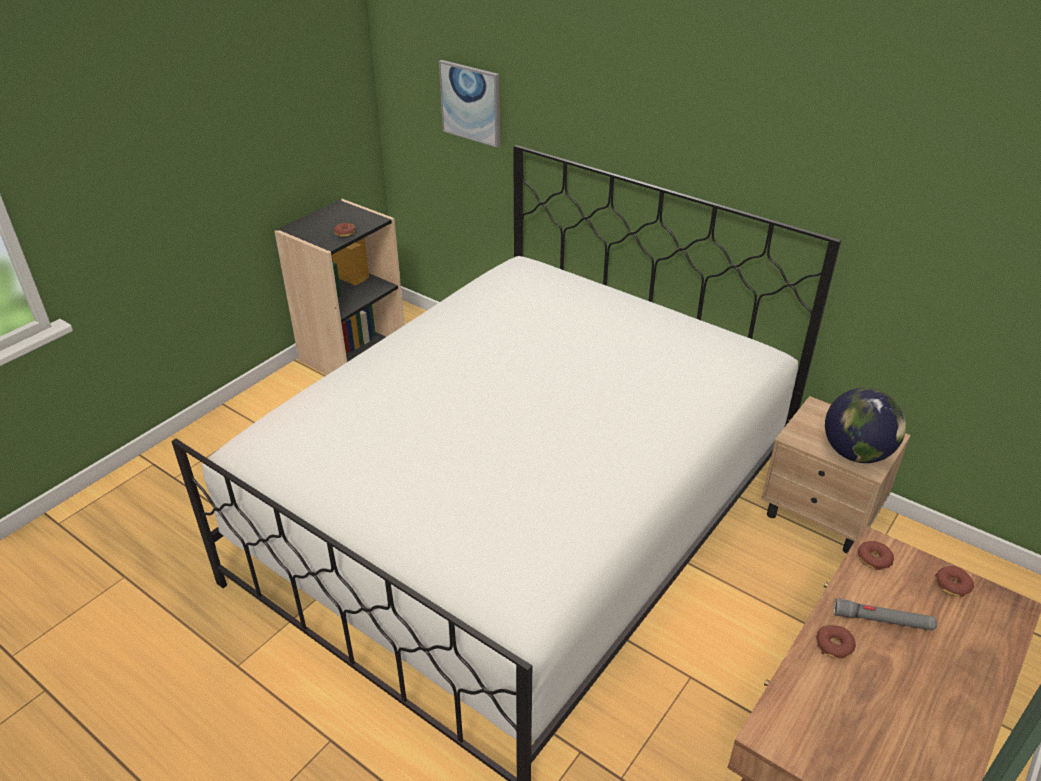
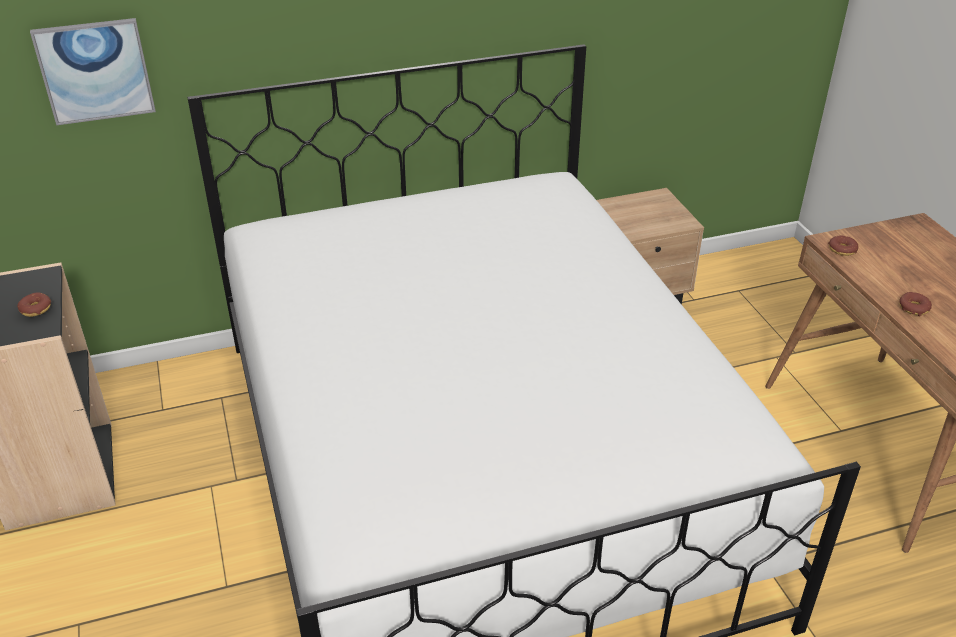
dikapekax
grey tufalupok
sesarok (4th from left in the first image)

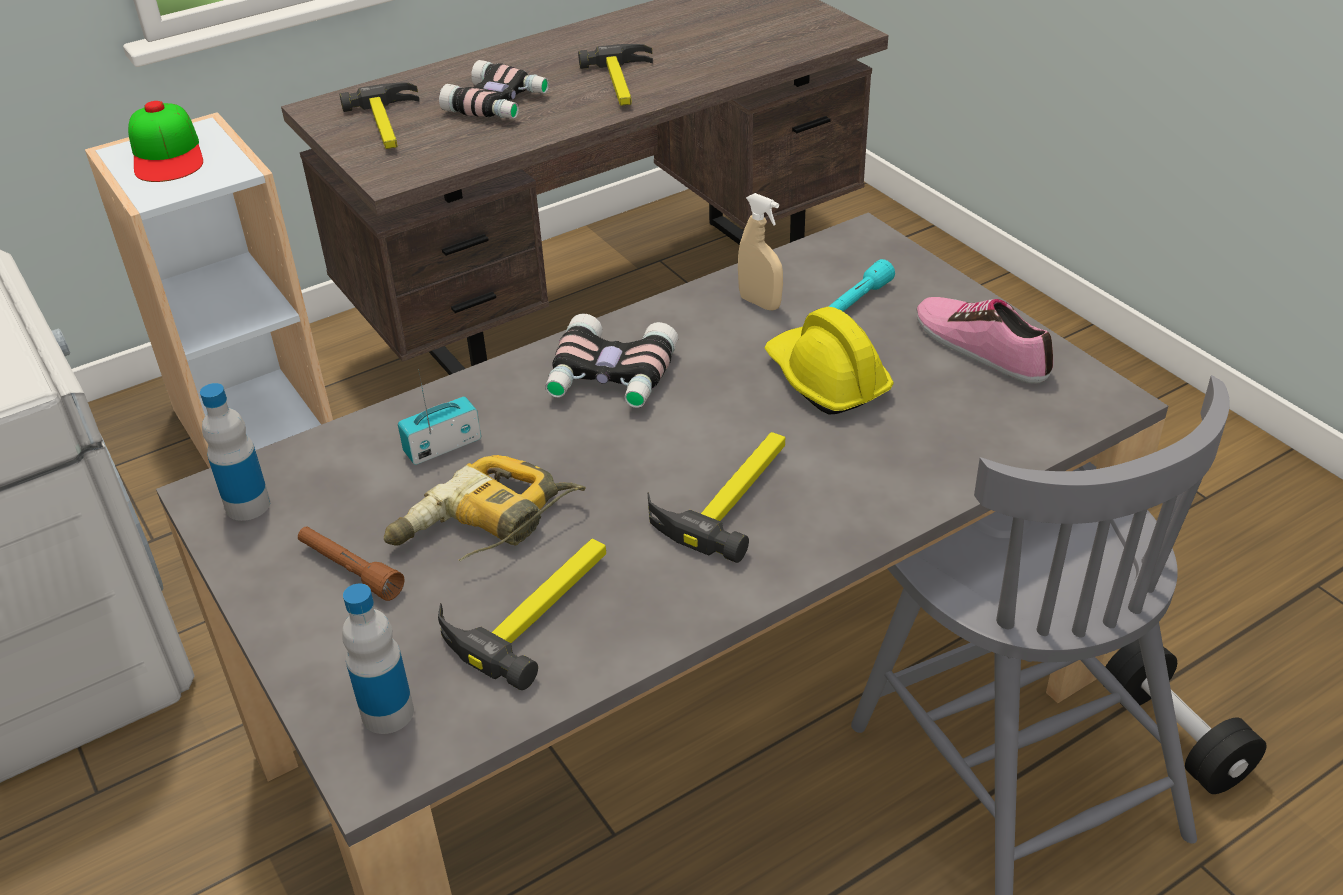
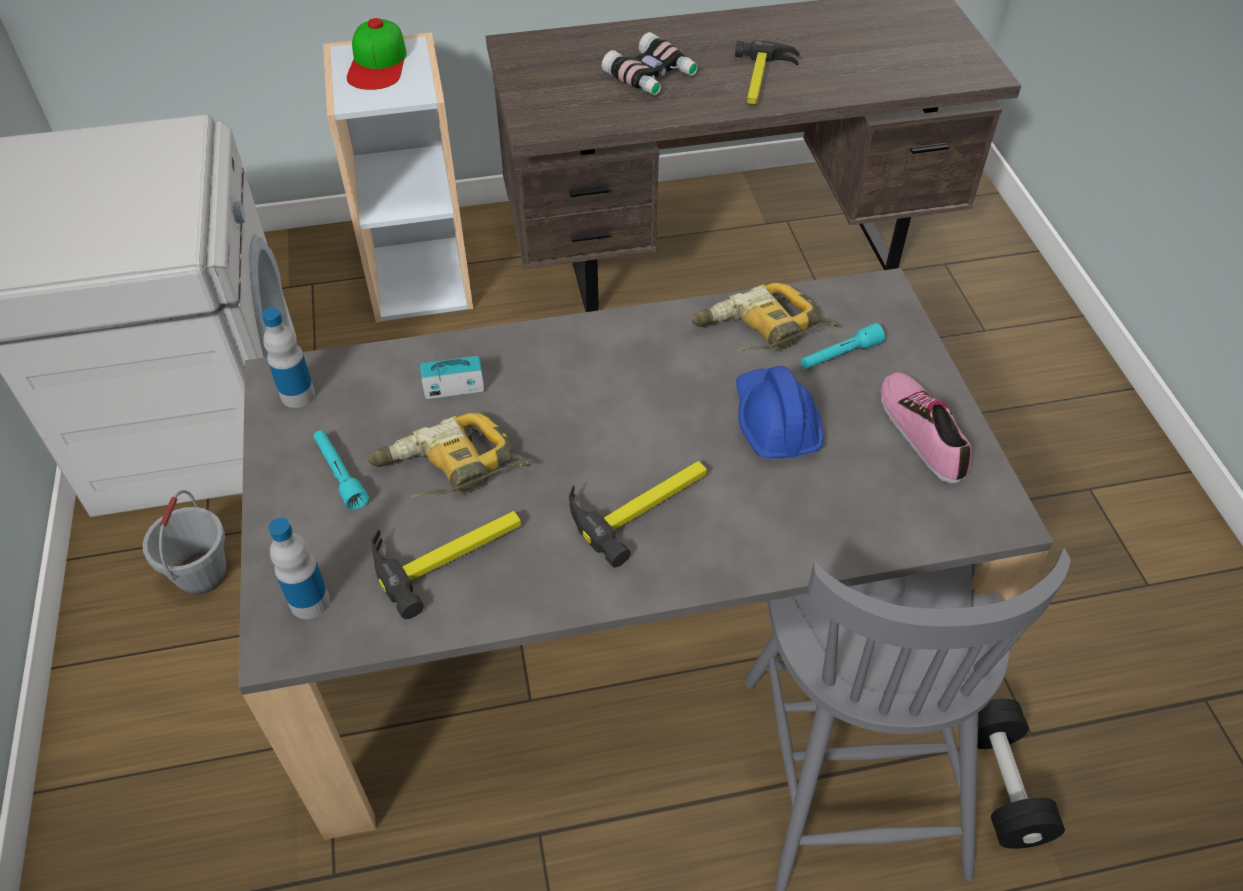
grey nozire
turquoise tufalupok (1st from left)
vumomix (2nd from left)
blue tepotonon
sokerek (1st from left in the first image)
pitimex (2nd from left in the first image)

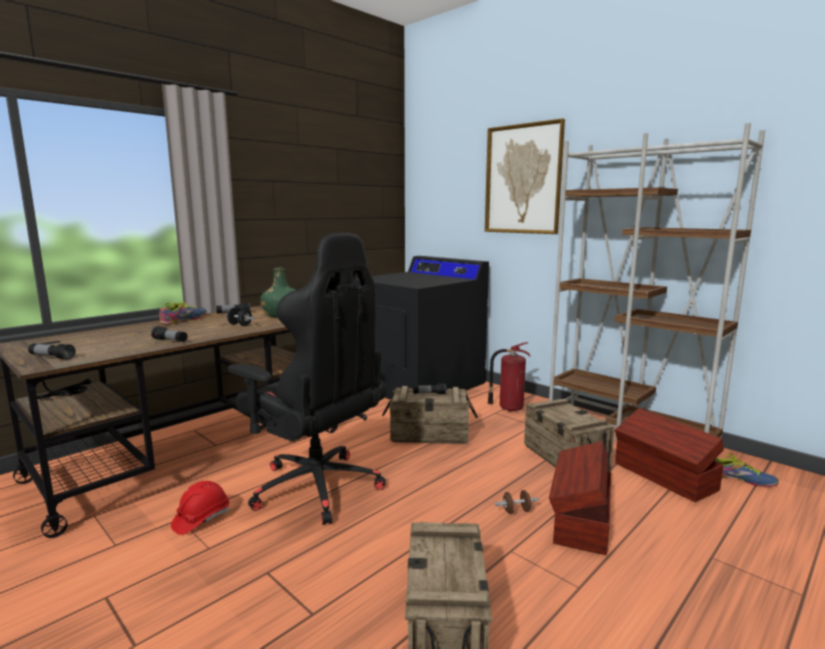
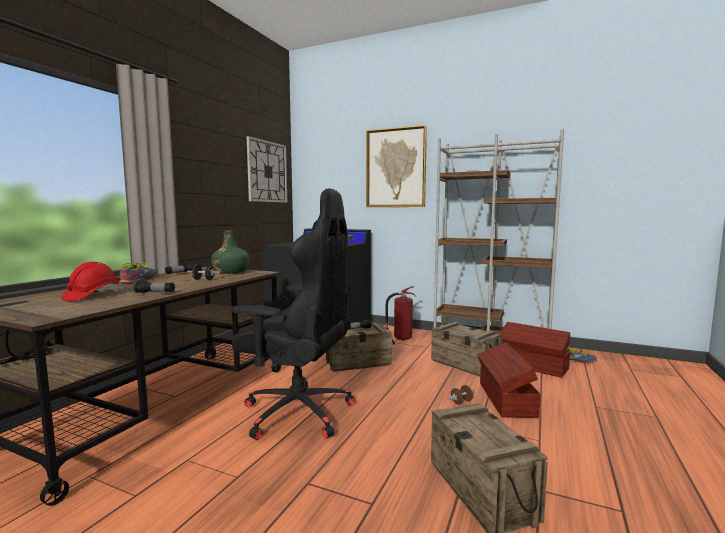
red tepotonon
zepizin
tufalupok (1st from left in the first image)

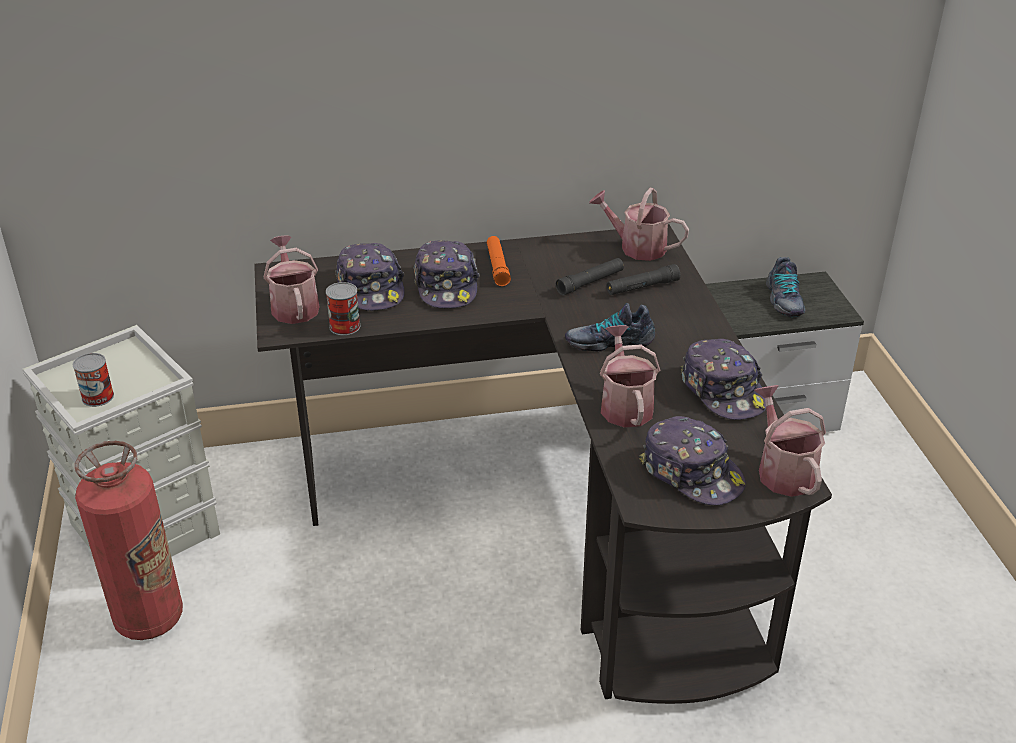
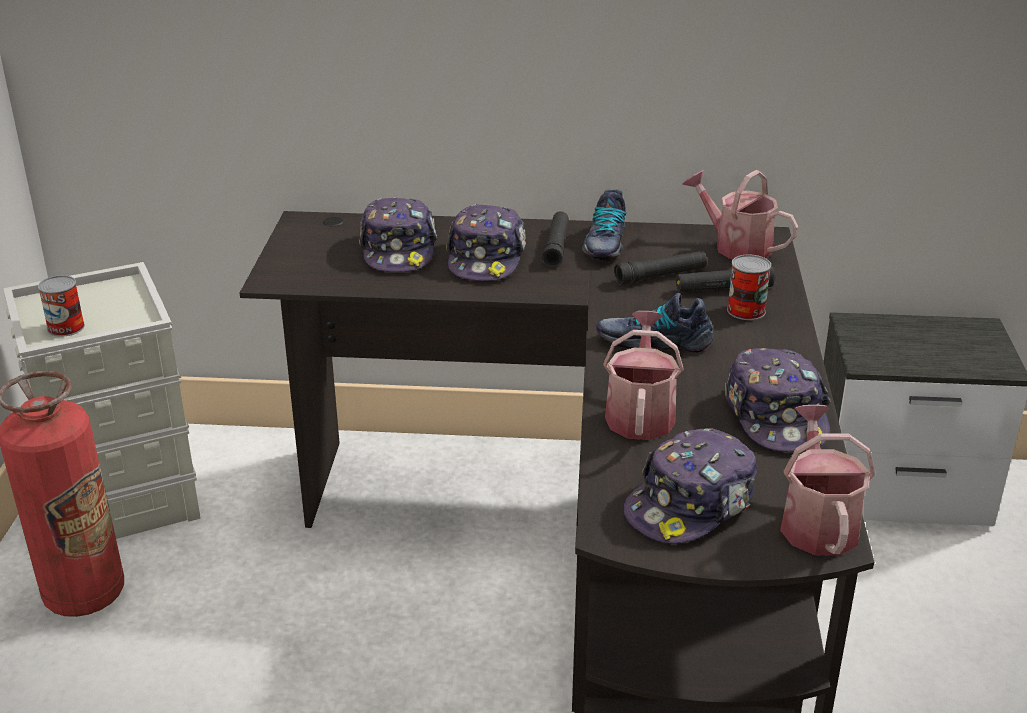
black tufalupok (1st from left)
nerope (1st from left)
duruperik (3rd from left)
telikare (2nd from left)
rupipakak (1st from left in the first image)

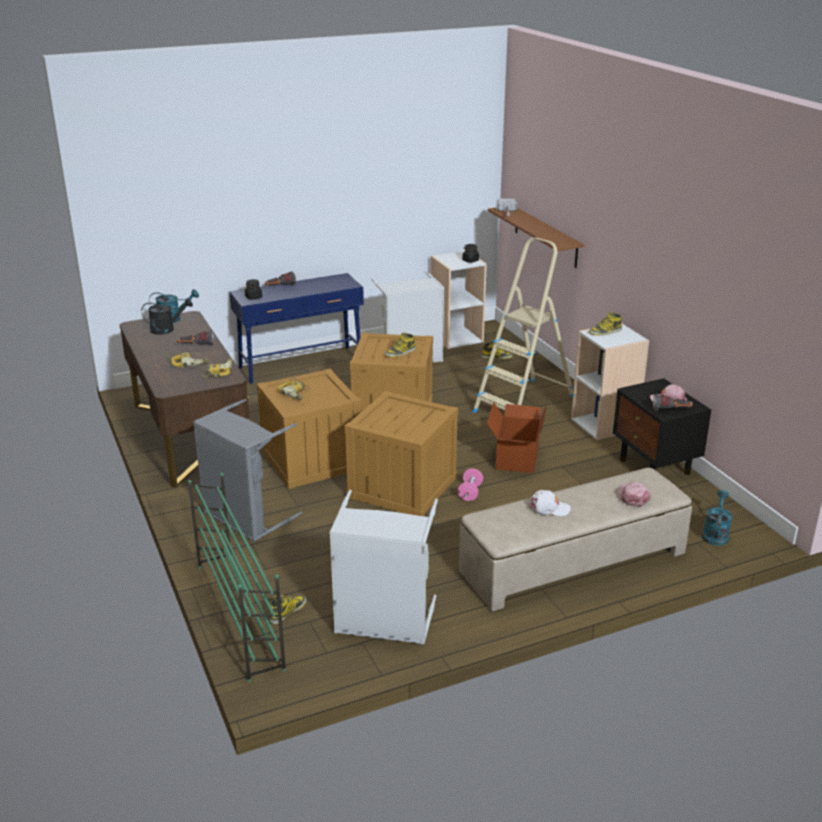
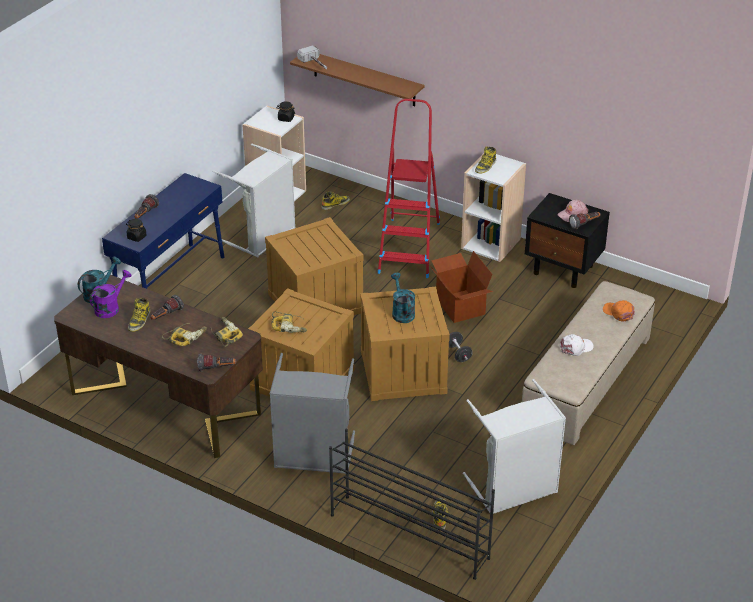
purple rupipakak
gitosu (1st from left)
tufalupok (3rd from left)
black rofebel
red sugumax
turquoise rupipakak (2nd from left)
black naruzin
orange duruperik

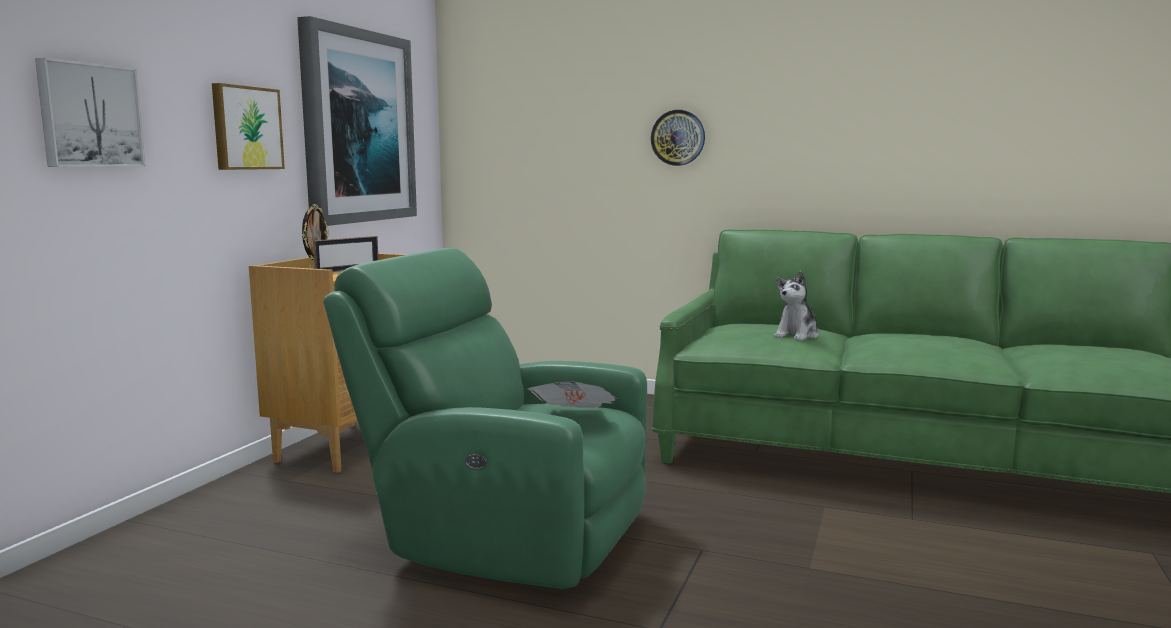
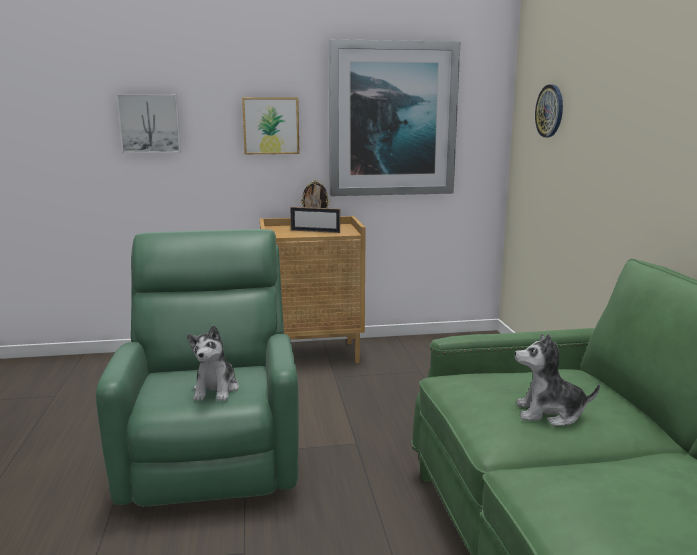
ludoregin (1st from left)
zepizin

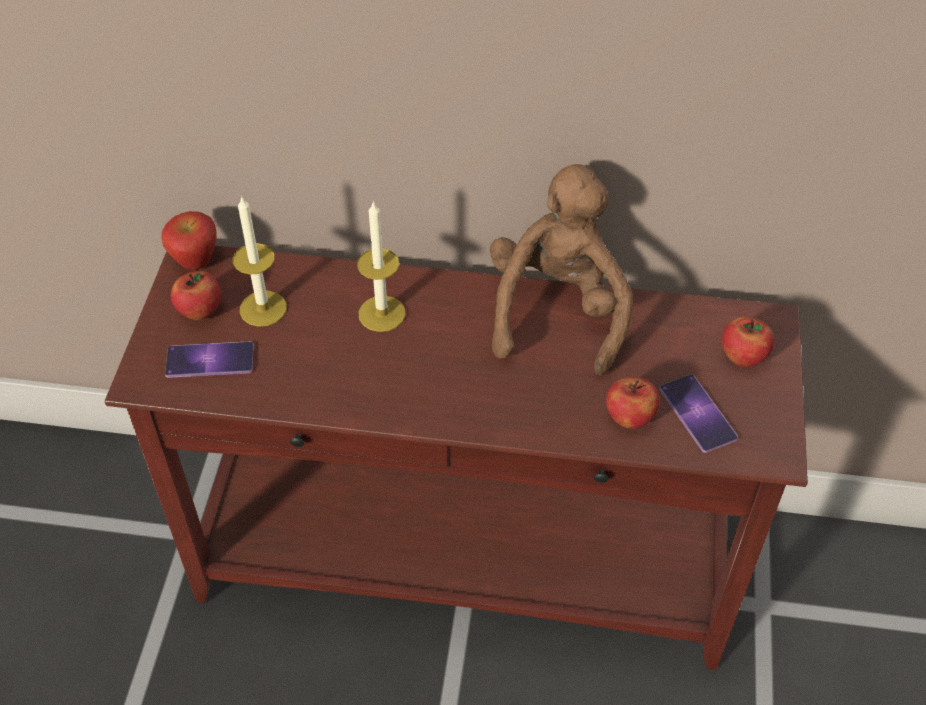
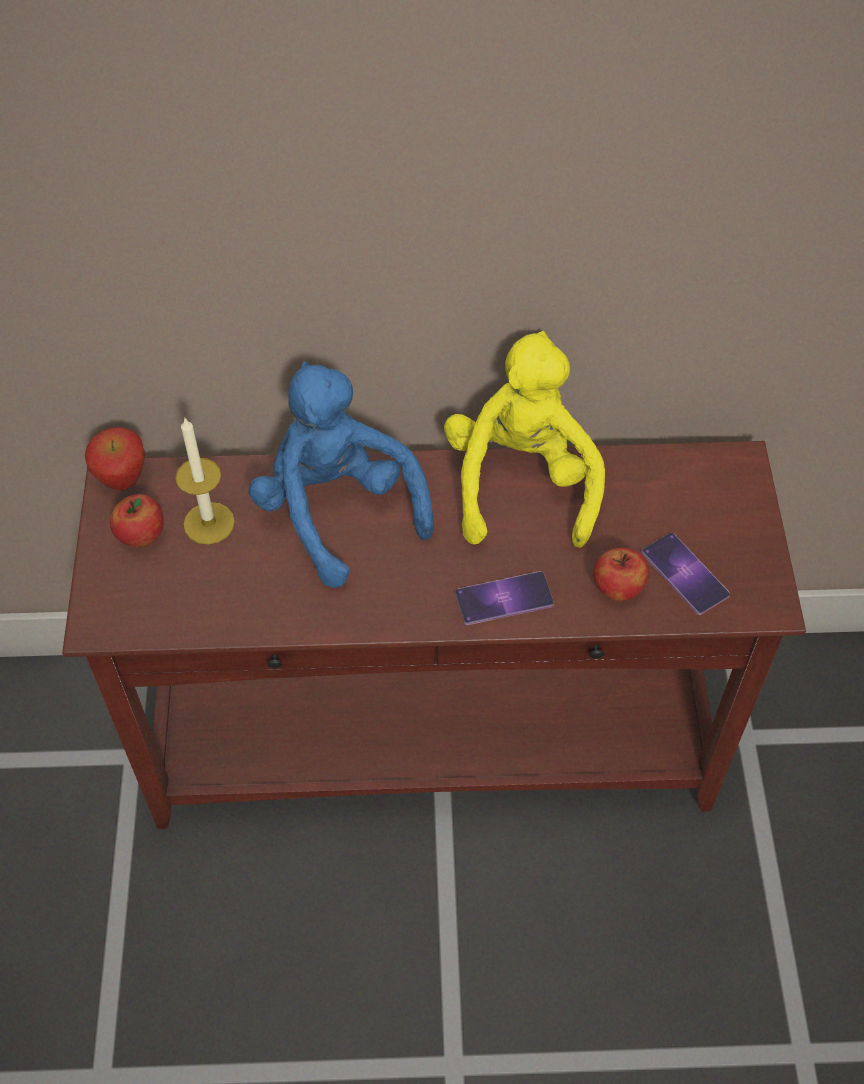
blue ludoregin
yellow ludoregin
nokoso (1st from left)
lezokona (4th from left in the first image)

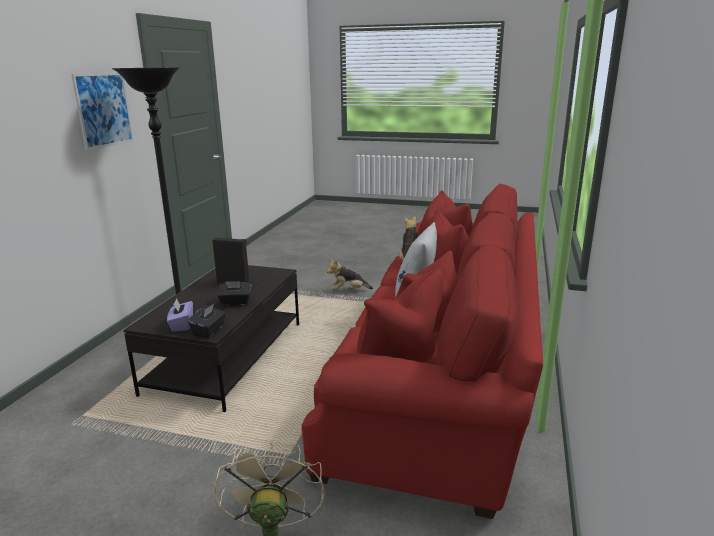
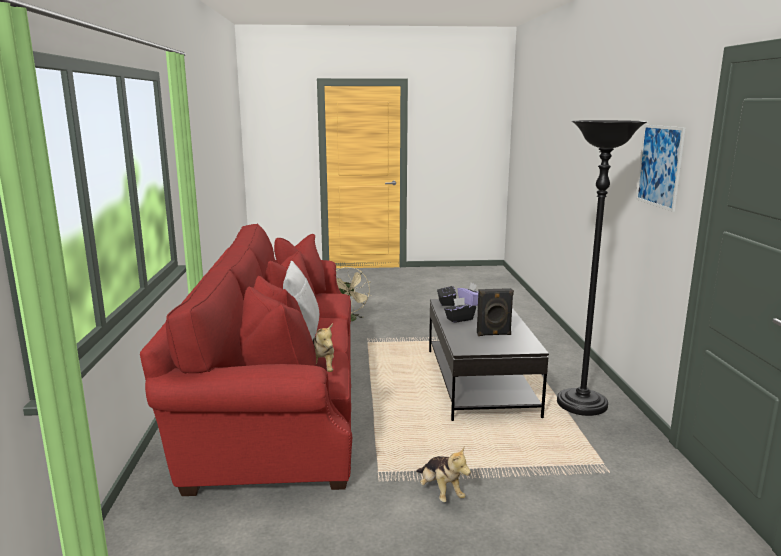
ludoregin (2nd from left)

